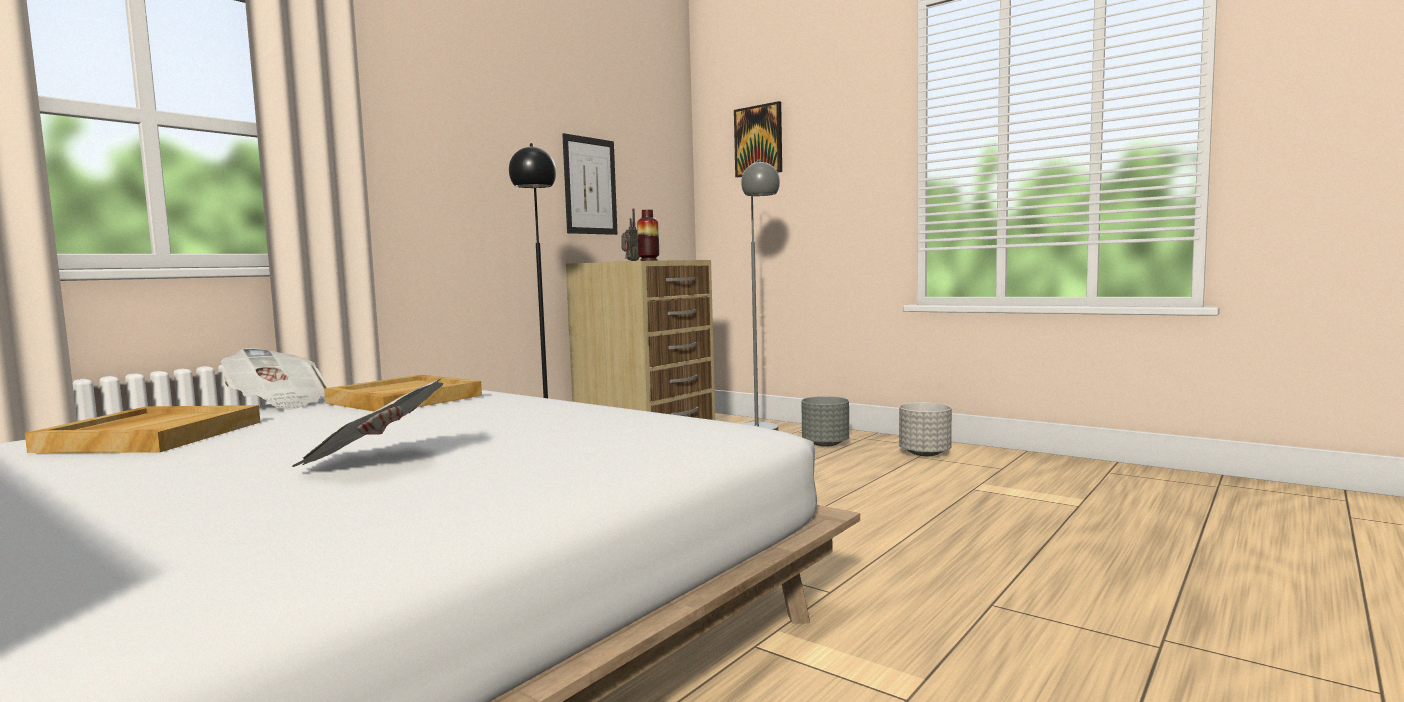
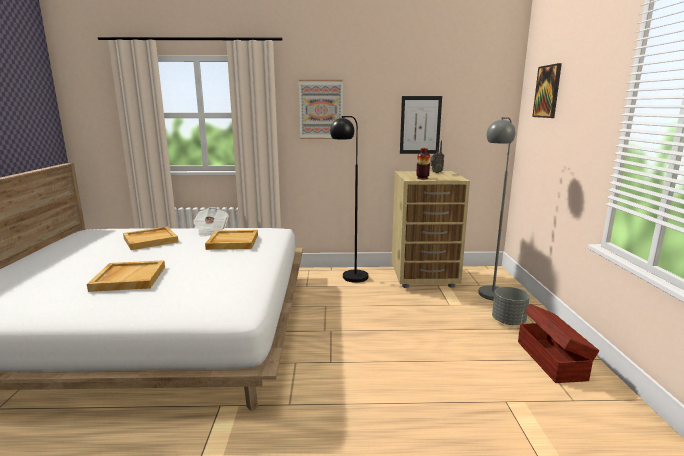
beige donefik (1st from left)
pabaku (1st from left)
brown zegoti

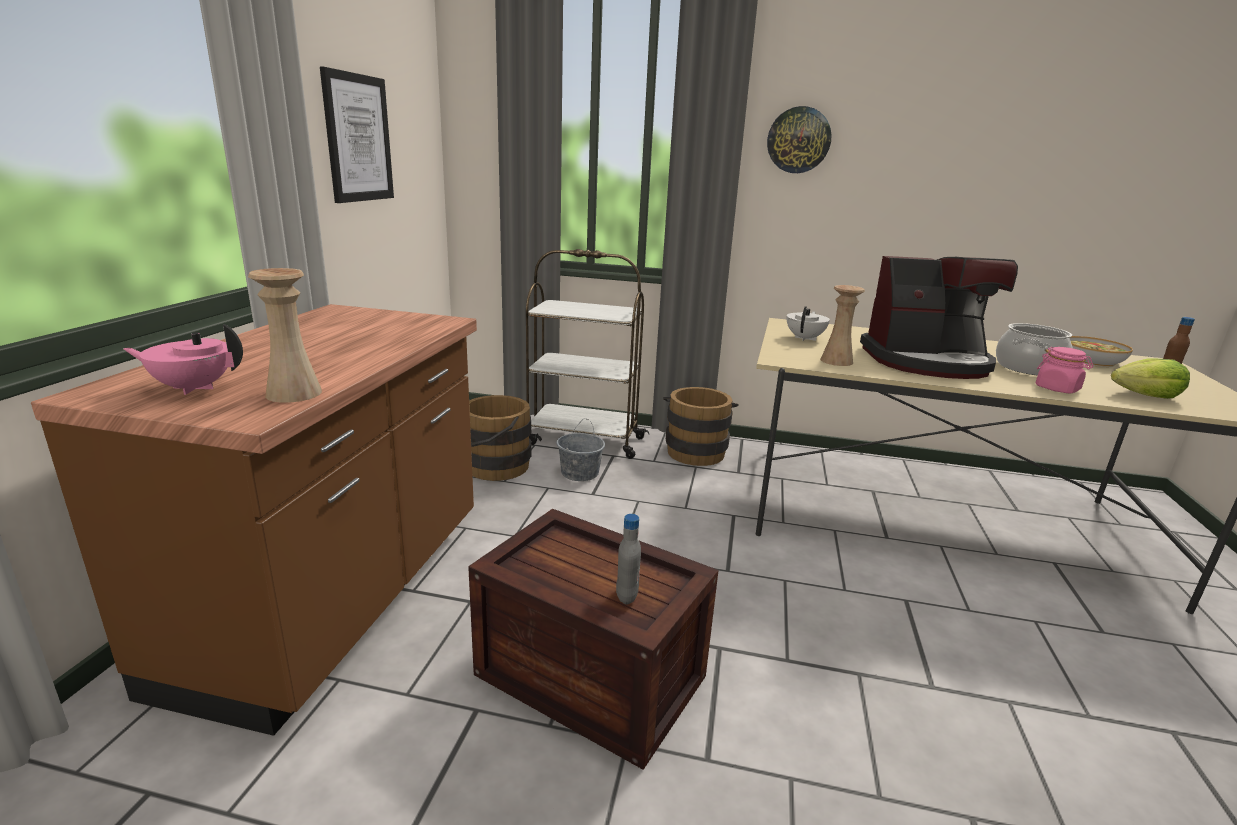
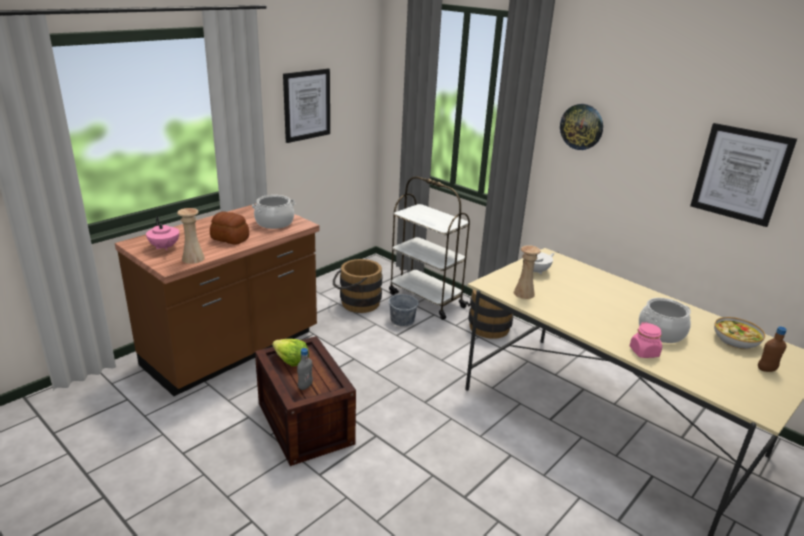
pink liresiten
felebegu
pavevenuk (1st from left)
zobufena
pabaku (2nd from left)
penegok

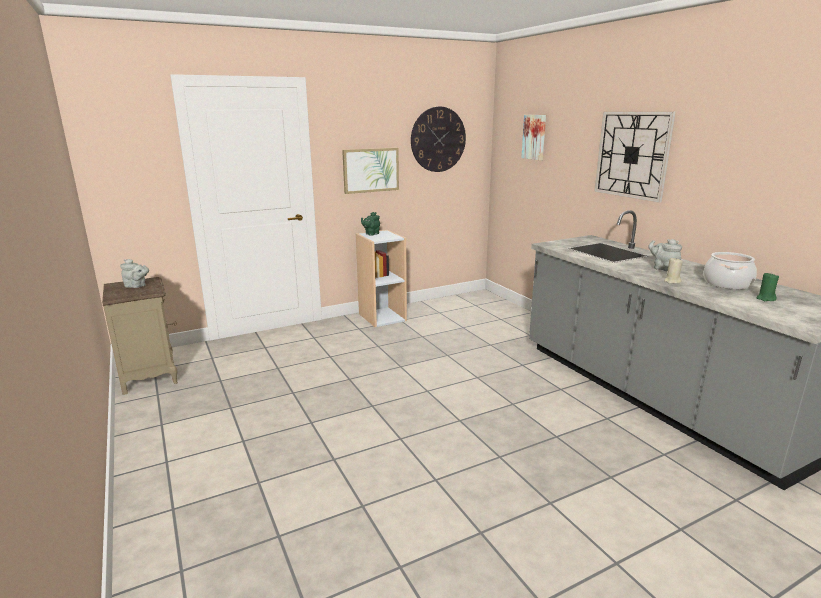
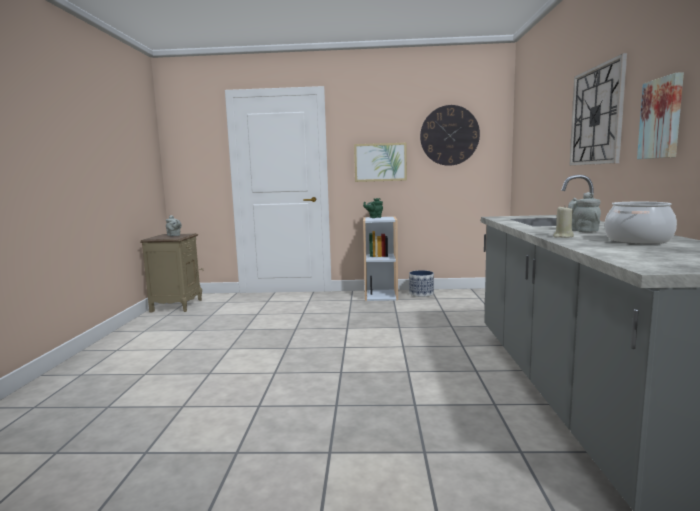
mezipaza
pabaku (2nd from left)
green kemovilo

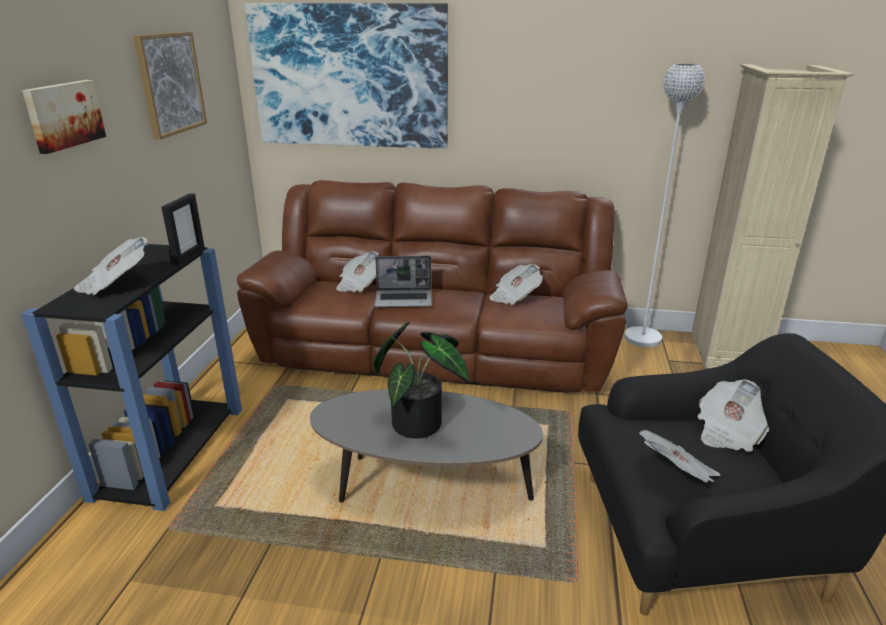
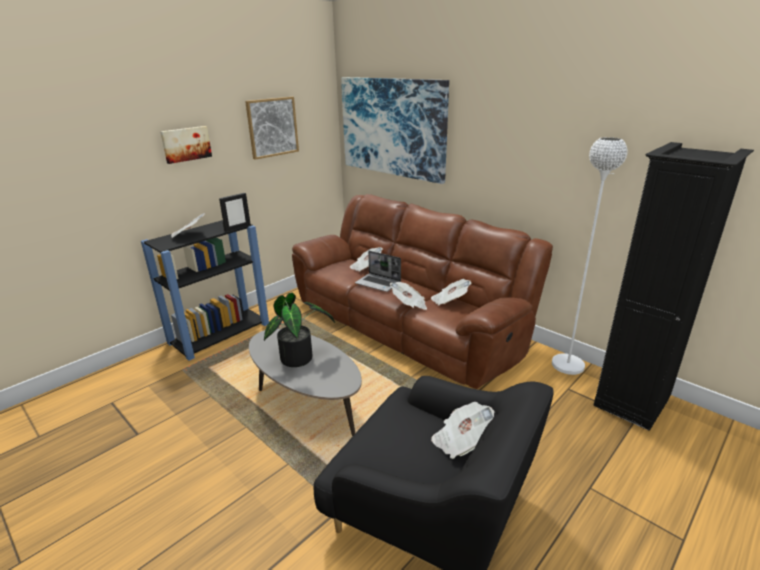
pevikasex (3rd from left)
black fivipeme

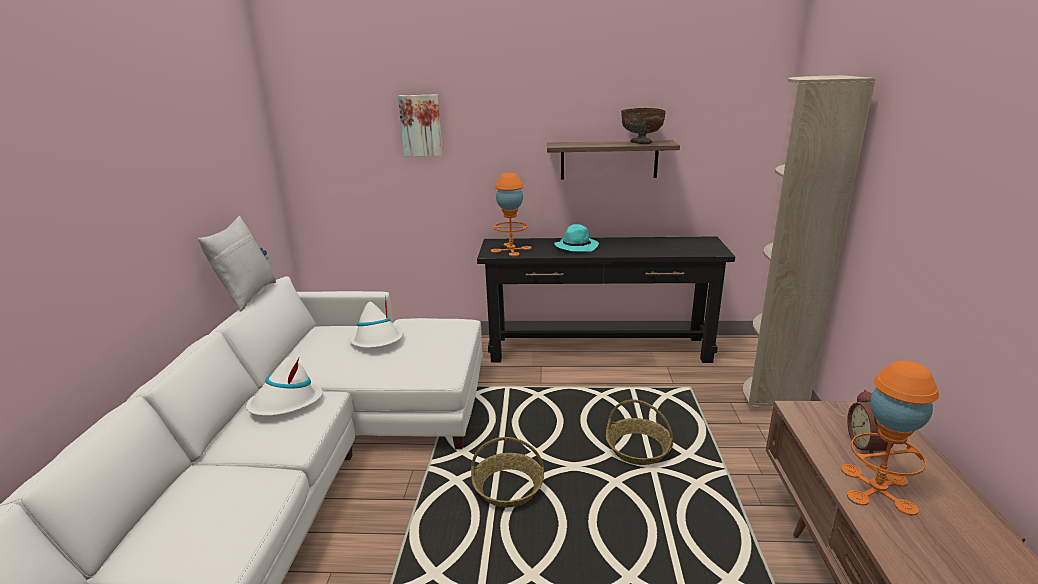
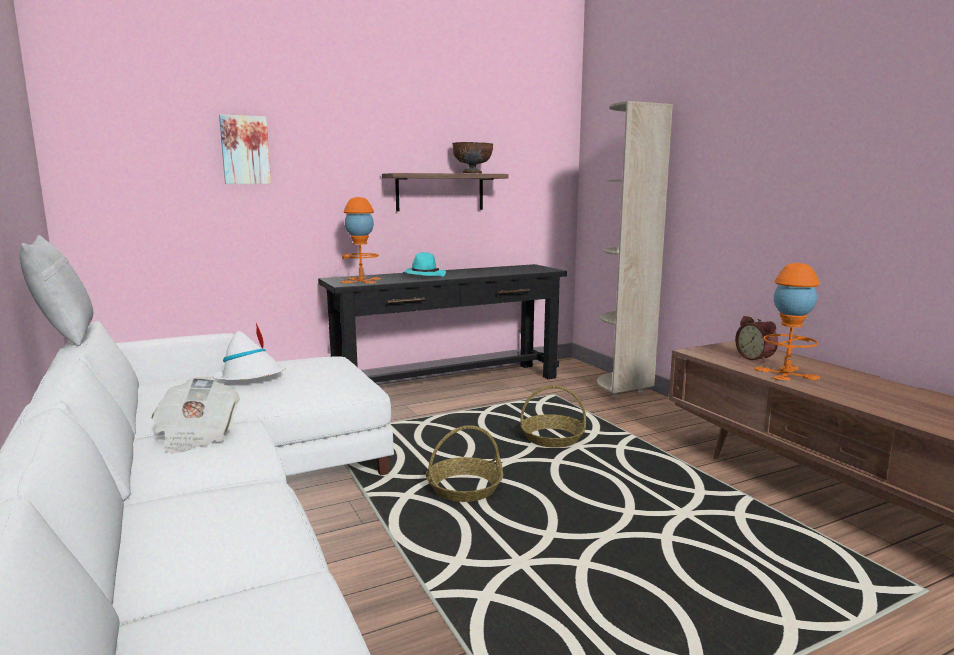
pevikasex

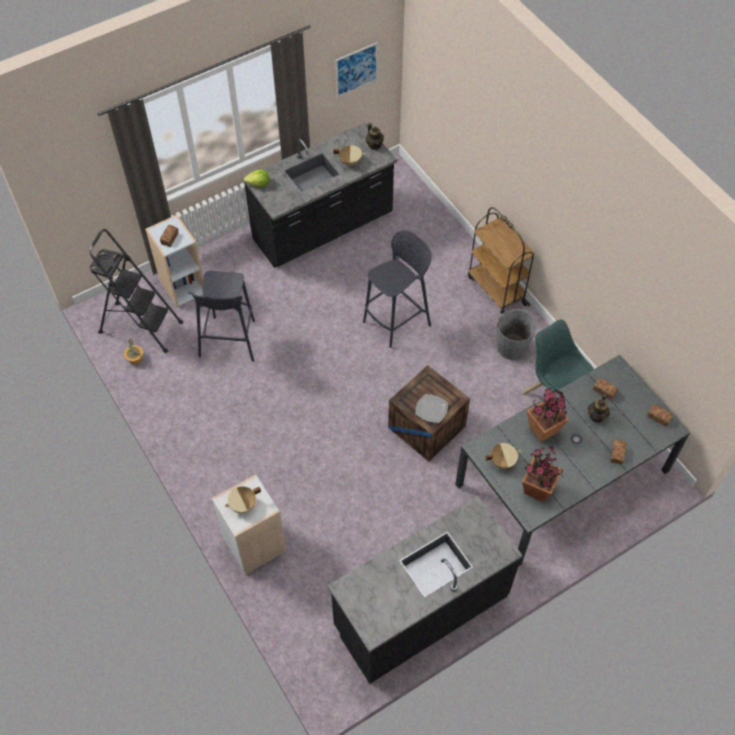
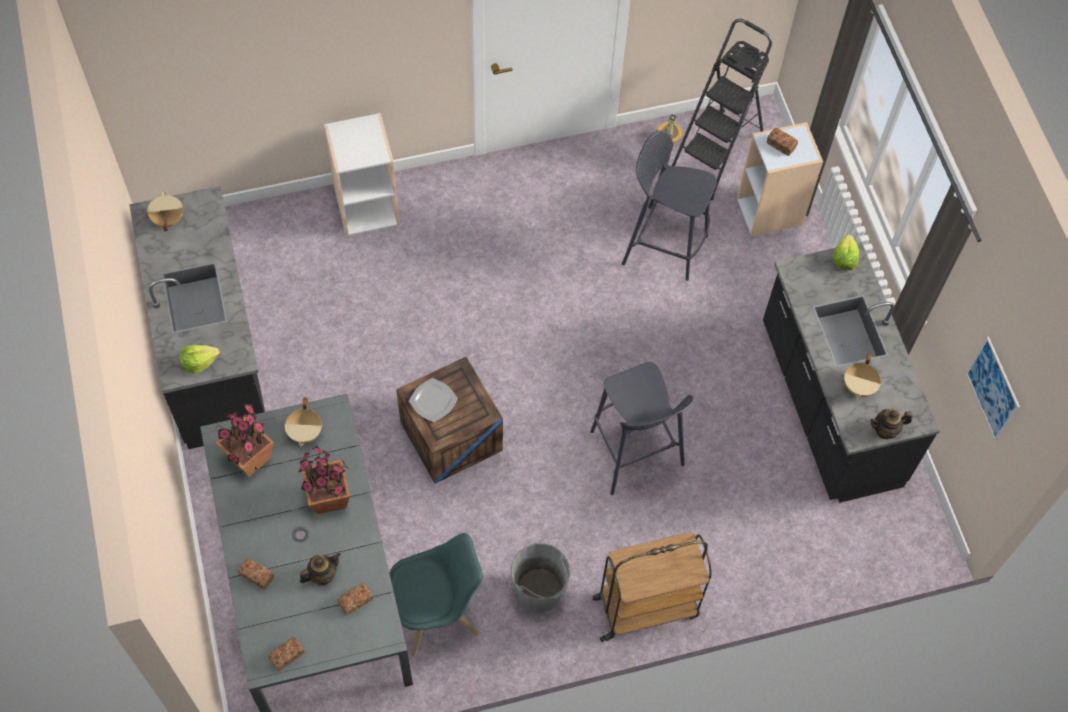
beige pavevenuk (1st from left)
zobufena (1st from left)
liresiten (1st from left)

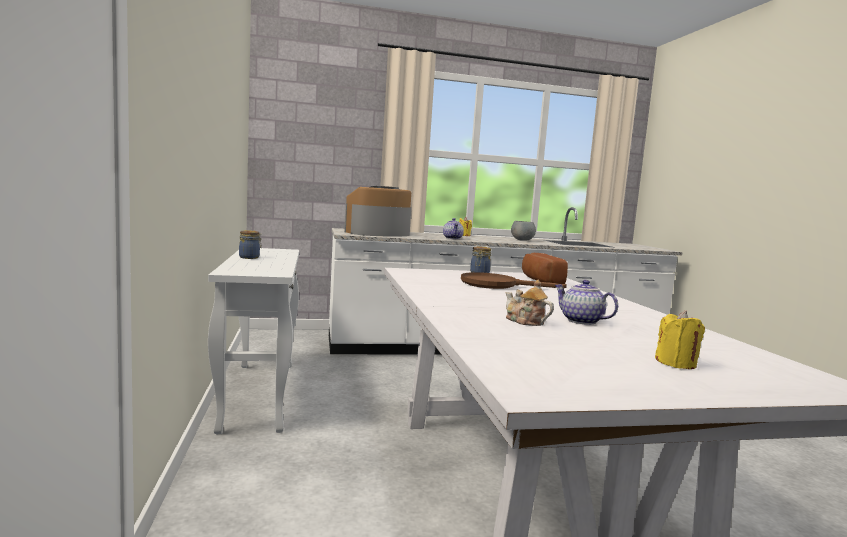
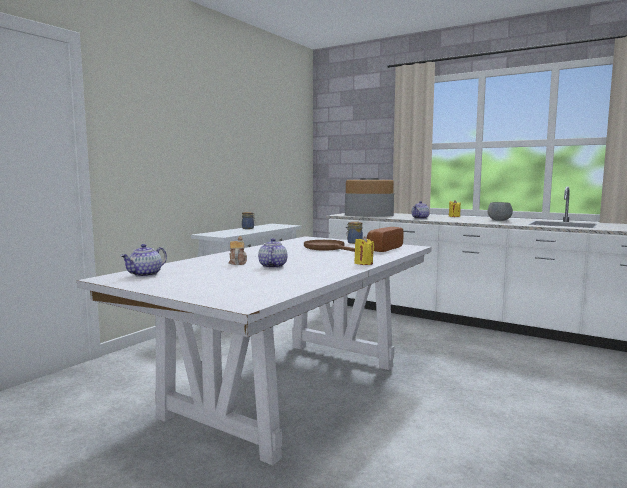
liresiten (1st from left)
yellow kemovilo (1st from left)

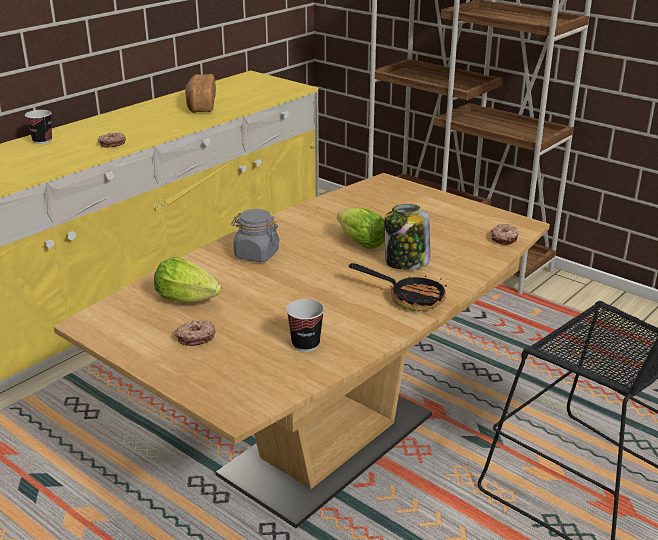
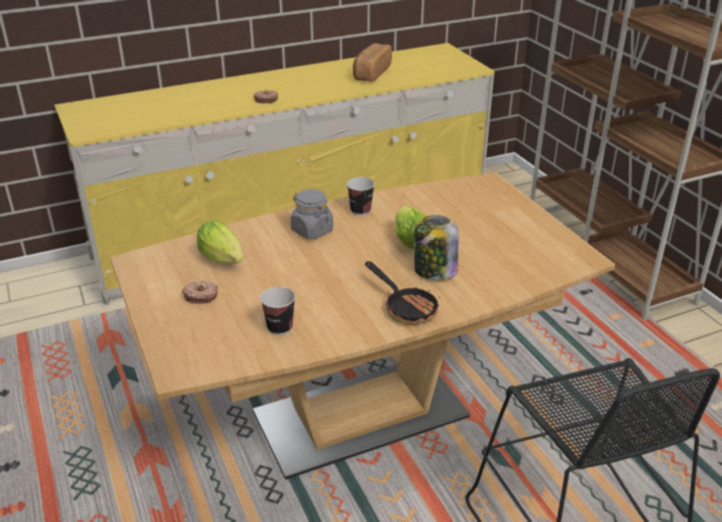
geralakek (2nd from left)
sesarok (3rd from left in the first image)

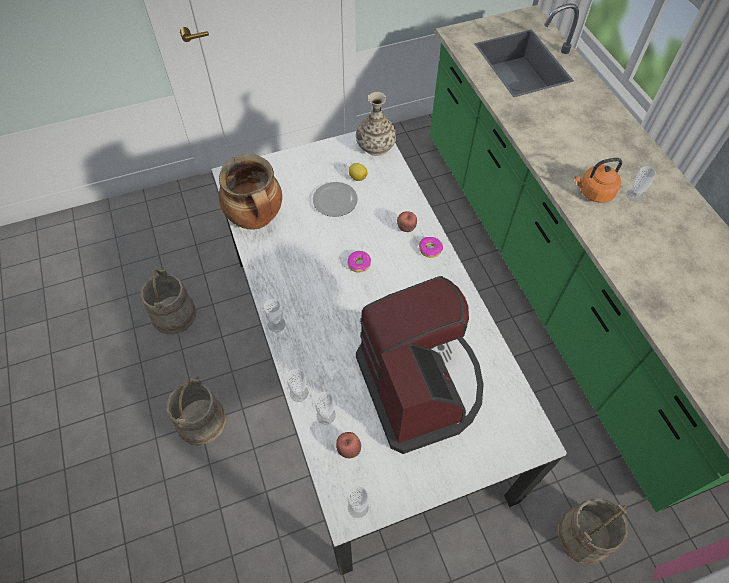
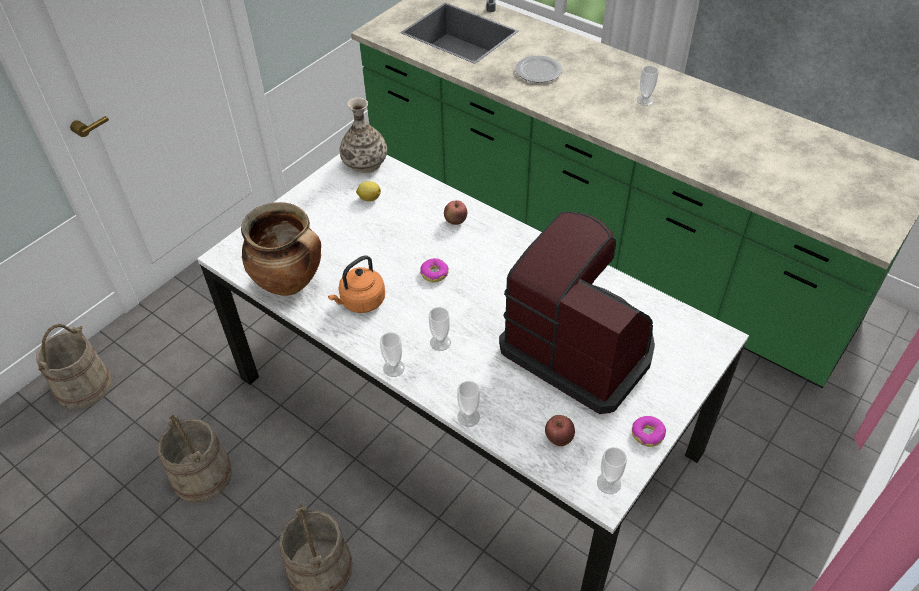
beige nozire (1st from left)
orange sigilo
geralakek (2nd from left)
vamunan
sesarok (2nd from left)

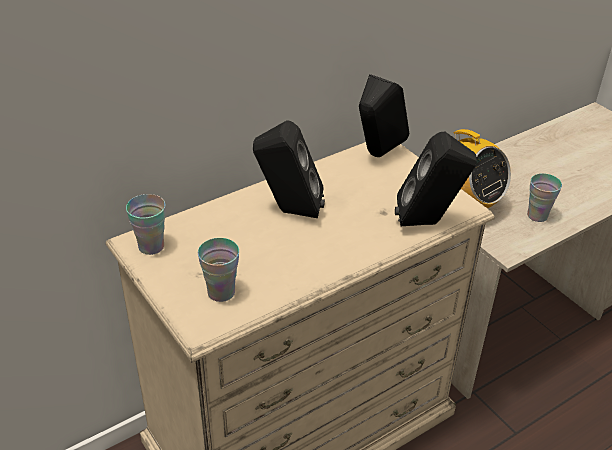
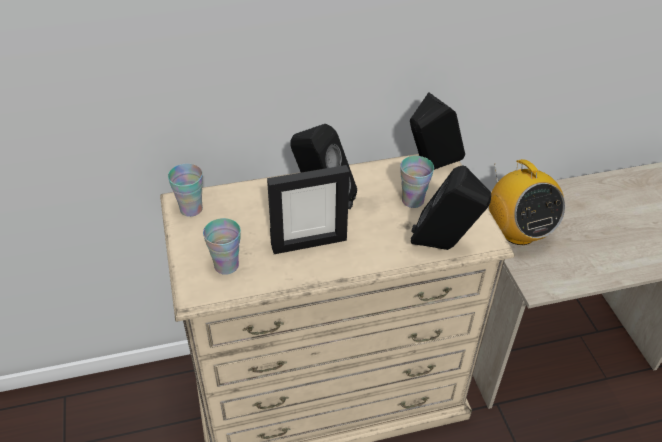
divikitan
geralakek (3rd from left)

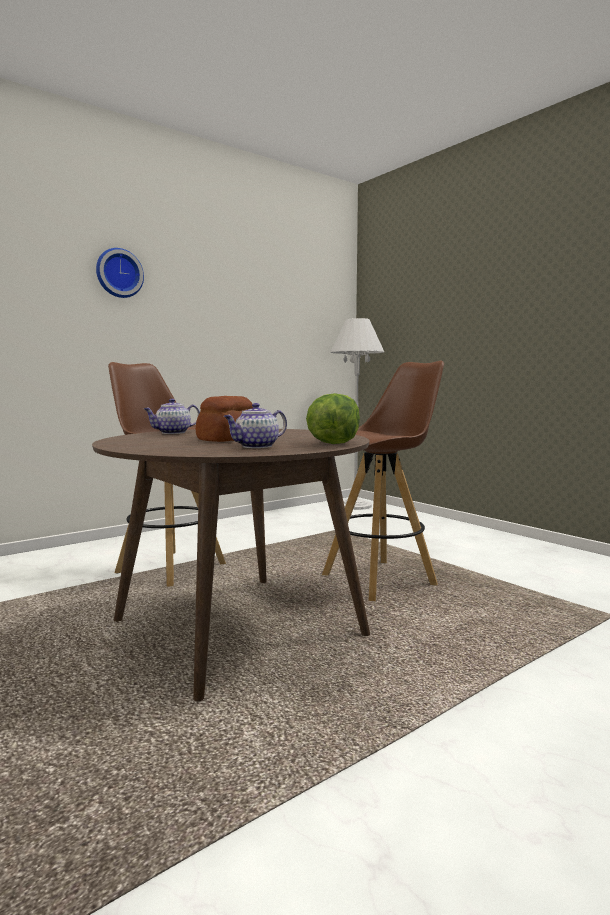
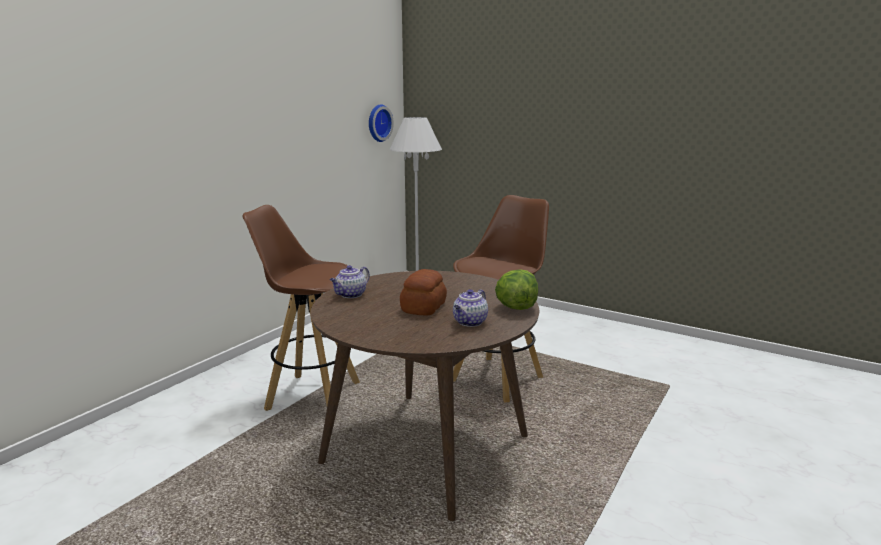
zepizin

